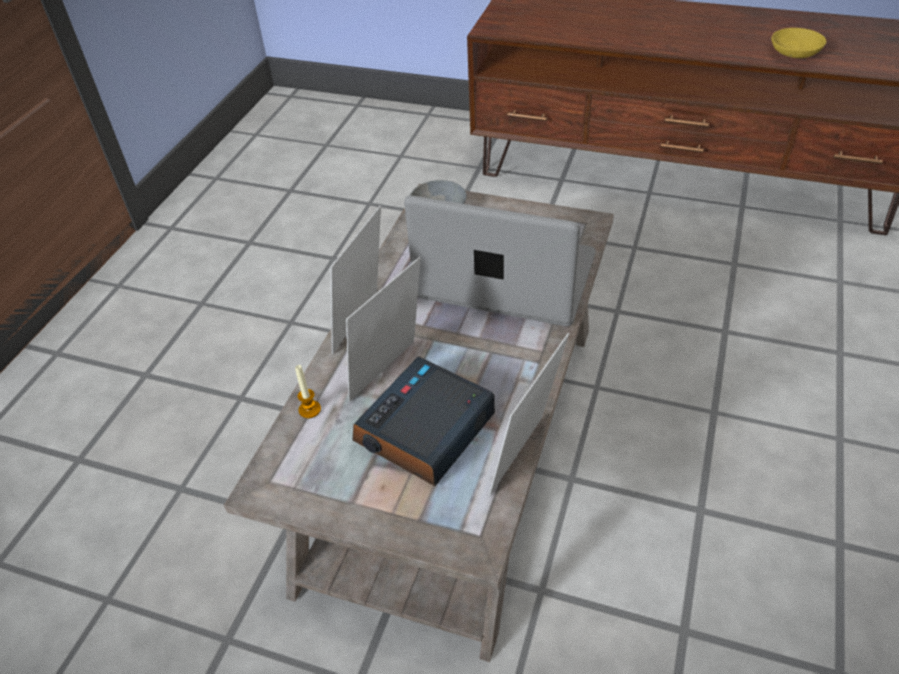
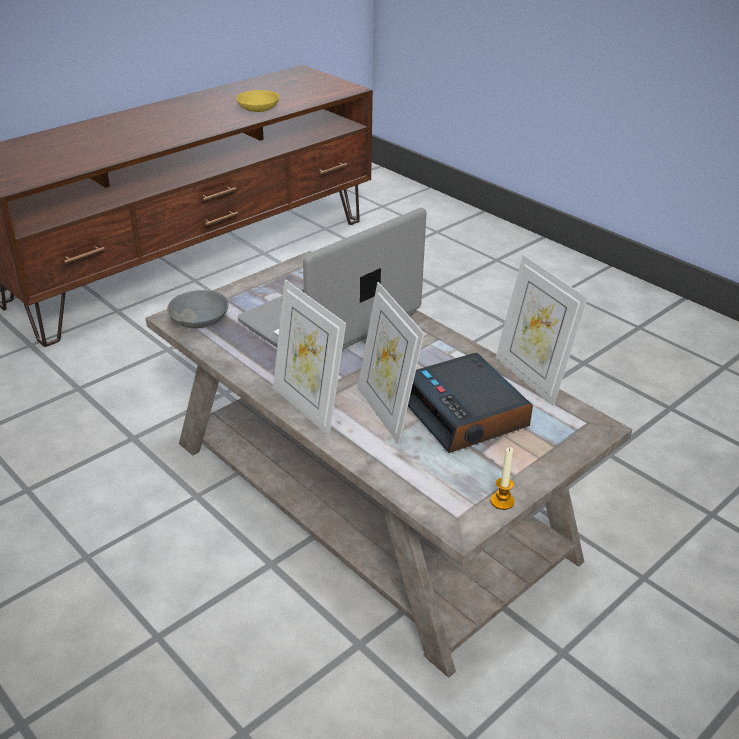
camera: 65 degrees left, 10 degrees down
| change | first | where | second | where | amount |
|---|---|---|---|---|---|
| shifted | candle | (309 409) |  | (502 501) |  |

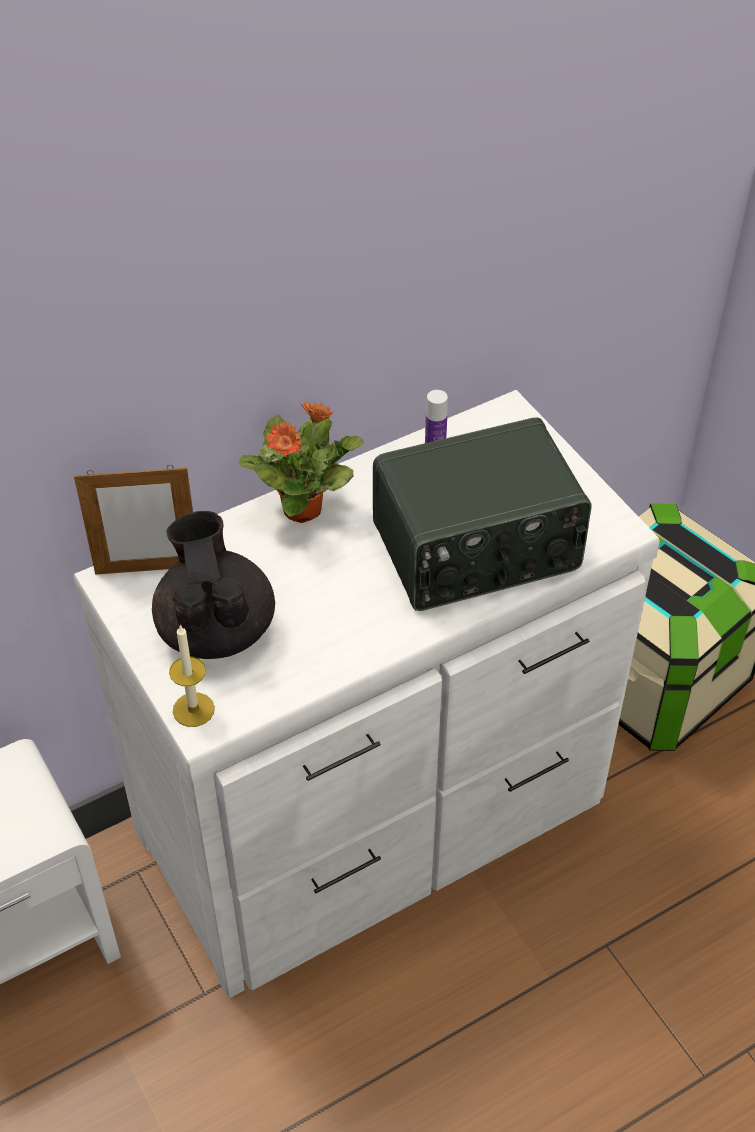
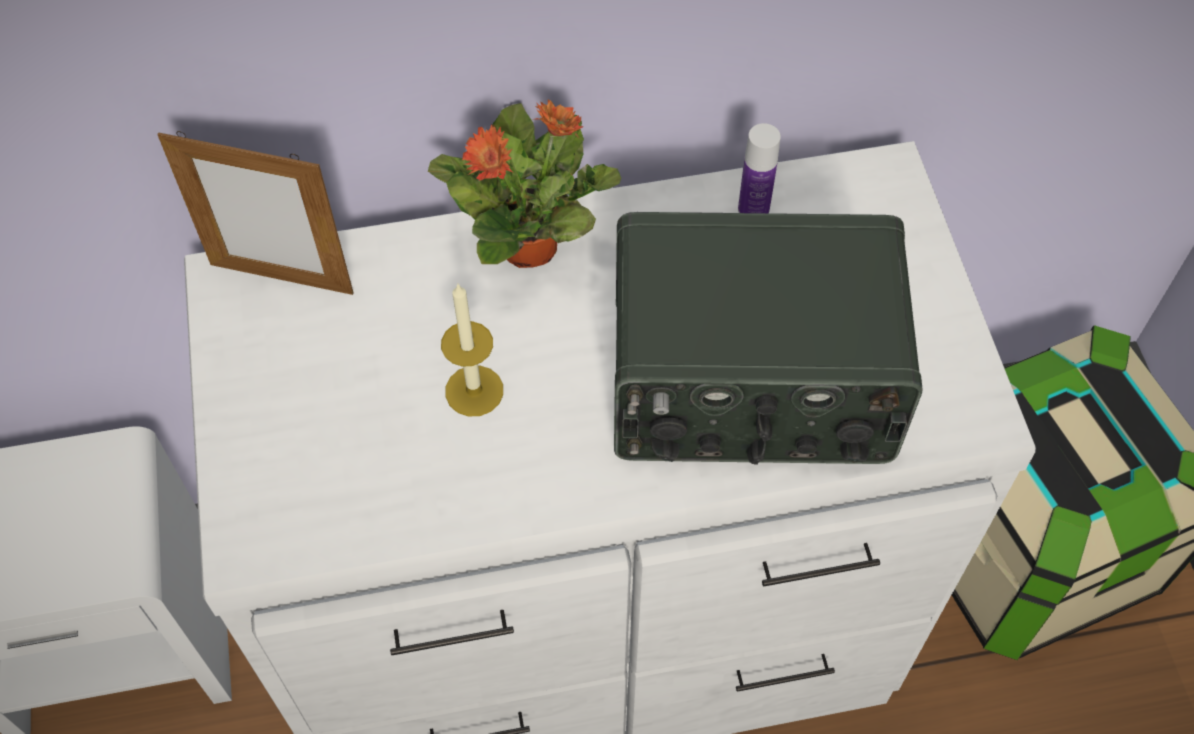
camera: 20 degrees right, 10 degrees up
| change | first | where | second | where | amount |
|---|---|---|---|---|---|
| gone | teapot (black) | (215 628) |  |  |  |
| shifted | candle | (193 709) |  | (474 391) |  |

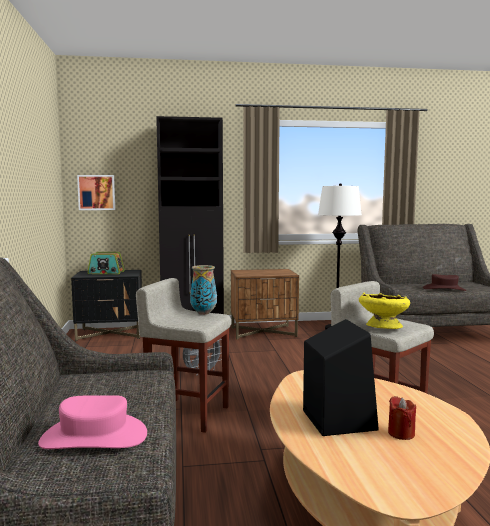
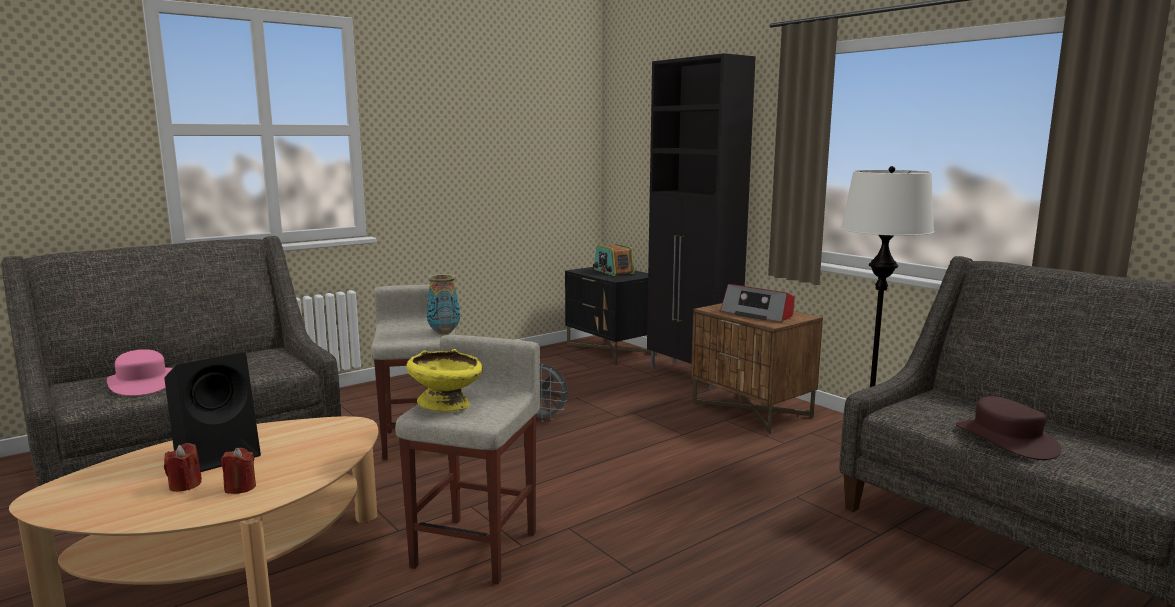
camera: 60 degrees right, 5 degrees up
| change | first | where | second | where | amount |
|---|---|---|---|---|---|
| gone | picture | (96 192) |  |  |  |
| new |  |  | candle (red) | (240 487) |  |
| new |  |  | radio | (758 314) |  |

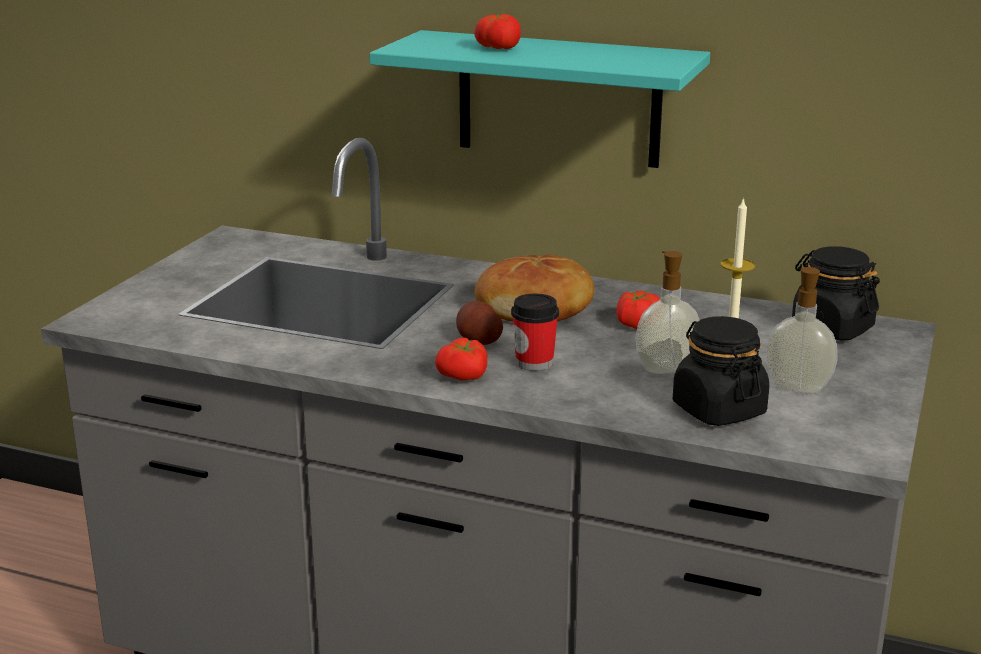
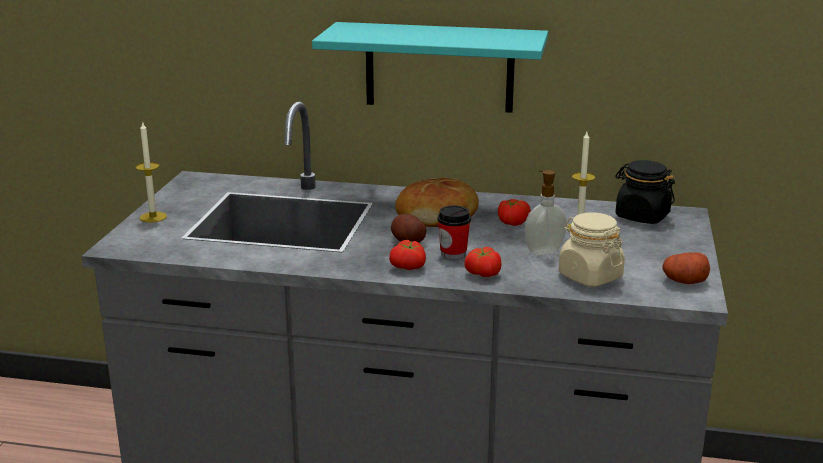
camera: 10 degrees left, 0 degrees up
| change | first | where | second | where | amount |
|---|---|---|---|---|---|
| shifted | tomato | (497 48) |  | (482 274) |  |
| repainted | jar (black) | (718 410) | jar (beige) | (589 276) |  |
| gone | soap dispenser | (798 387) |  |  |  |
| new |  |  | candle | (153 217) |  |
| new |  |  | potato | (684 281) |  |

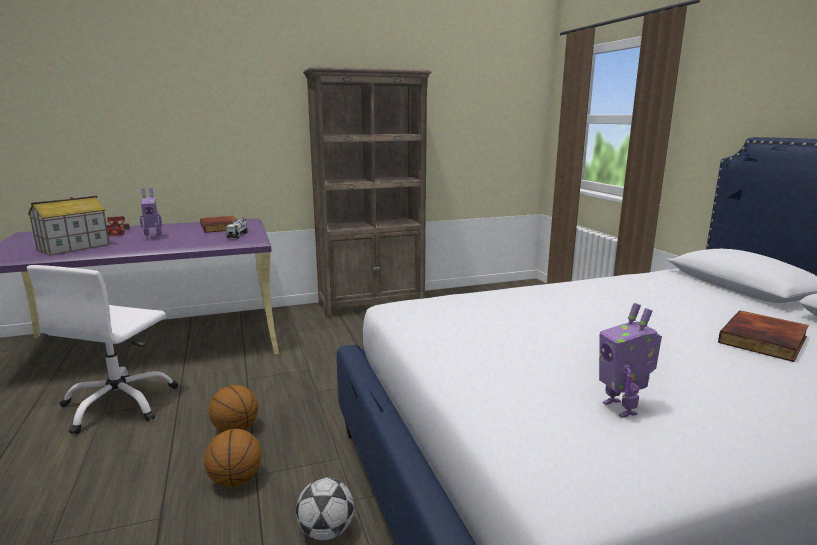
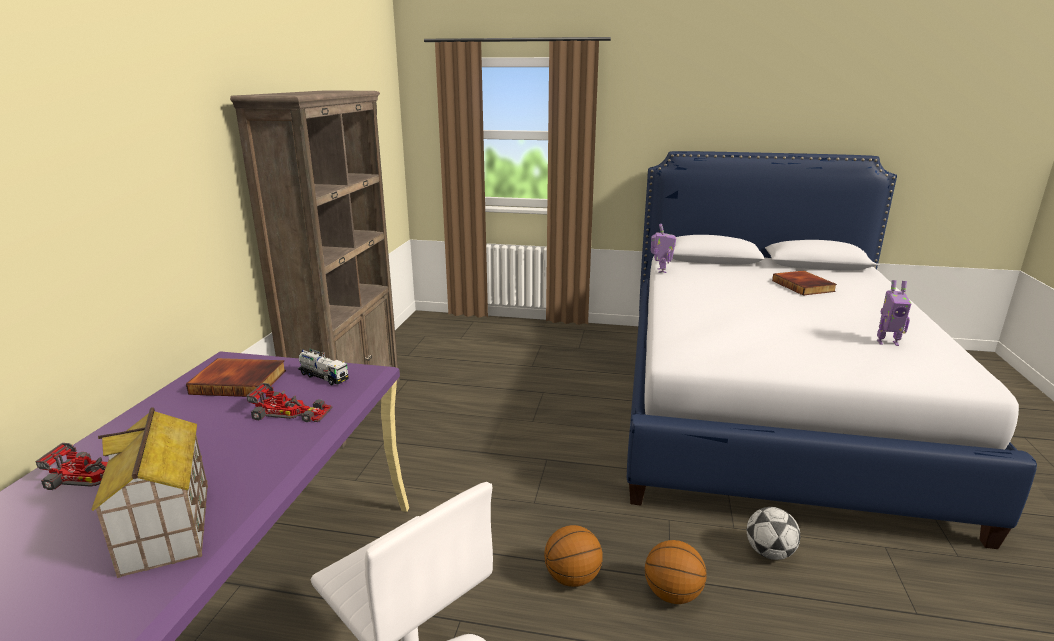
camera: 60 degrees left, 5 degrees up
| change | first | where | second | where | amount |
|---|---|---|---|---|---|
| shifted | toy robot | (153 237) |  | (660 270) |  |
| new |  |  | toy car | (291 412) |  |

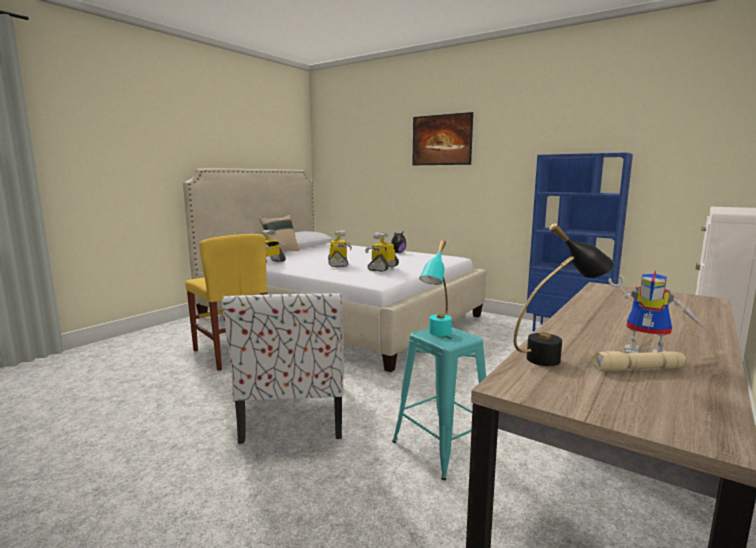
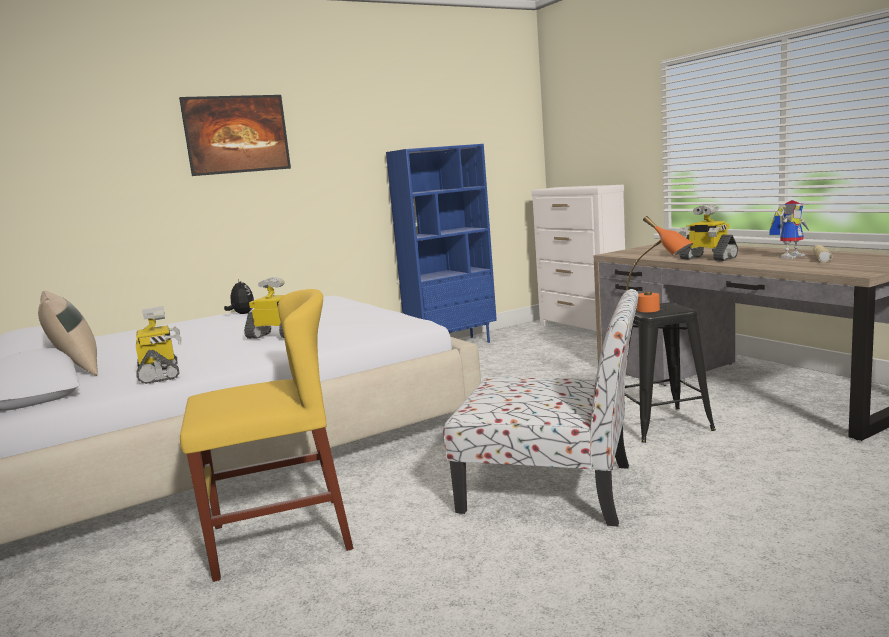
camera: 65 degrees left, 0 degrees up
| change | first | where | second | where | amount |
|---|---|---|---|---|---|
| shifted | toy robot | (382 268) |  | (707 258) |  |
| repainted | stool (turquoise) | (442 447) | stool (black) | (661 424) |  |
| repainted | table lamp (turquoise) | (437 335) | table lamp (orange) | (658 311) |  |
| gone | table lamp (black) | (557 357) |  |  |  |

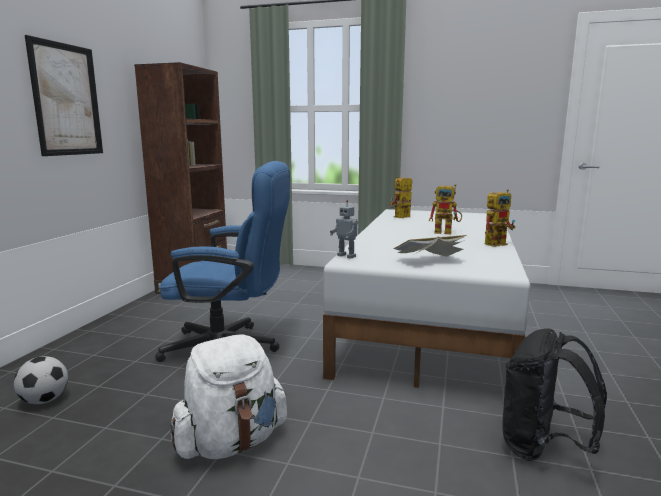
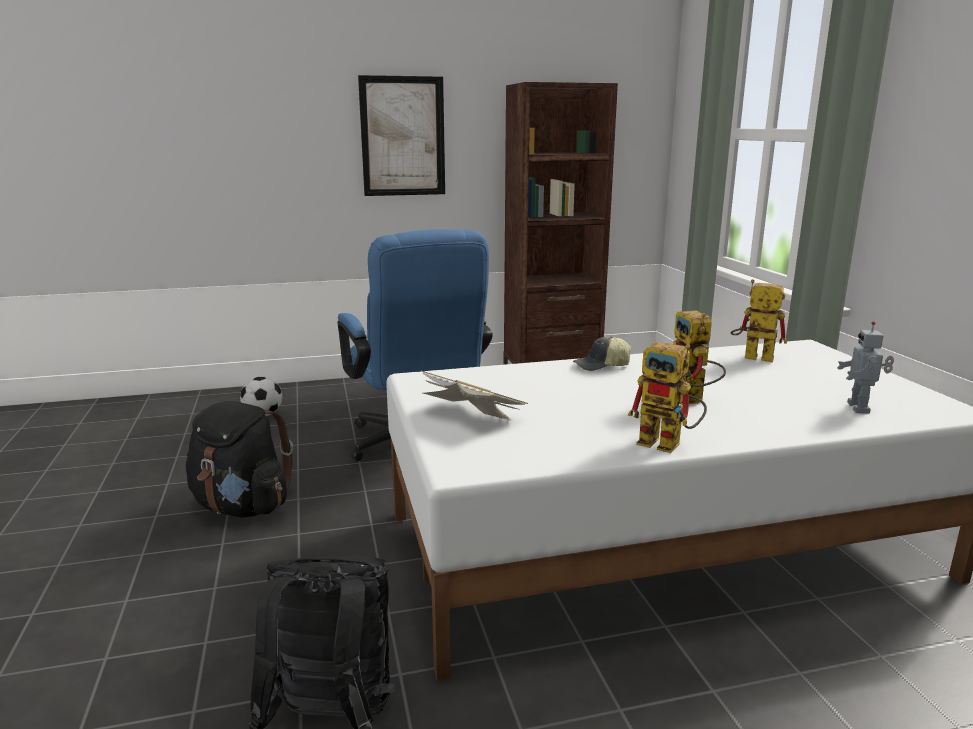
camera: 60 degrees right, 5 degrees up
| change | first | where | second | where | amount |
|---|---|---|---|---|---|
| repainted | backpack (white) | (232 442) | backpack (black) | (242 507) |  |
| shifted | toy robot | (347 256) |  | (860 408) |  |
| new |  |  | cap | (601 366) |  |

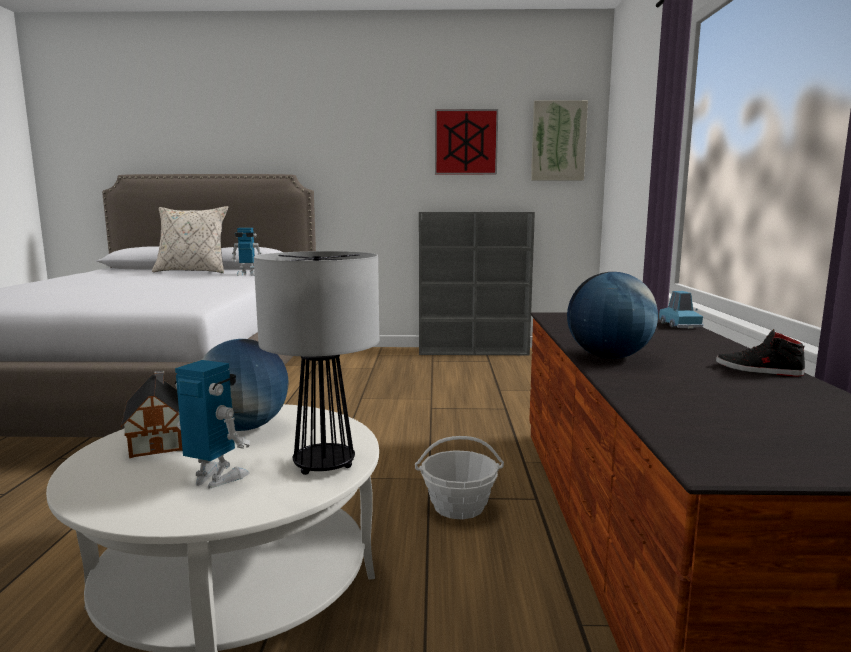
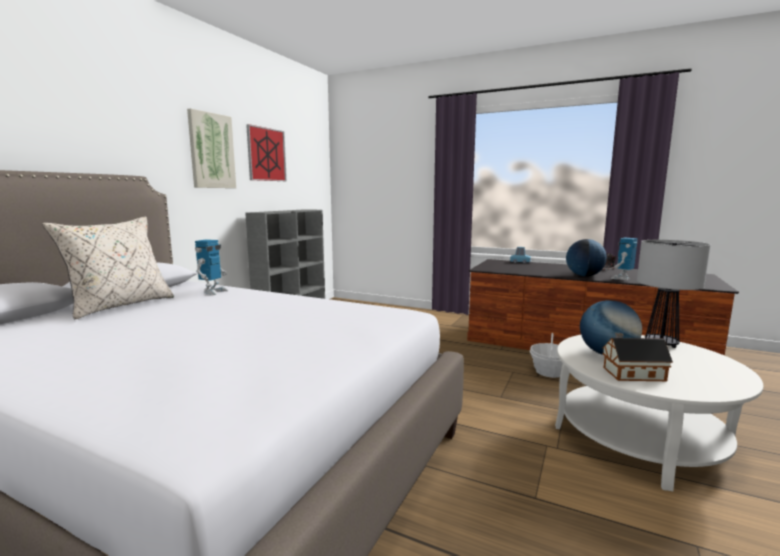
camera: 65 degrees left, 0 degrees up
| change | first | where | second | where | amount |
|---|---|---|---|---|---|
| shifted | toy robot | (216 479) |  | (622 278) |  |
| shifted | picture | (558 141) |  | (211 151) |  |

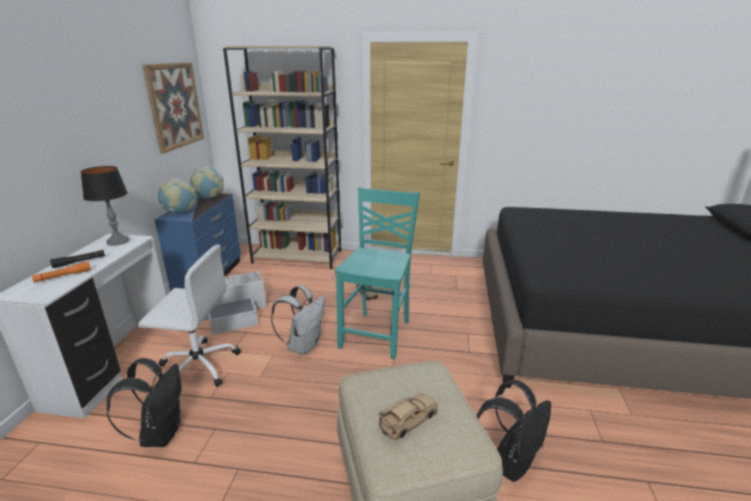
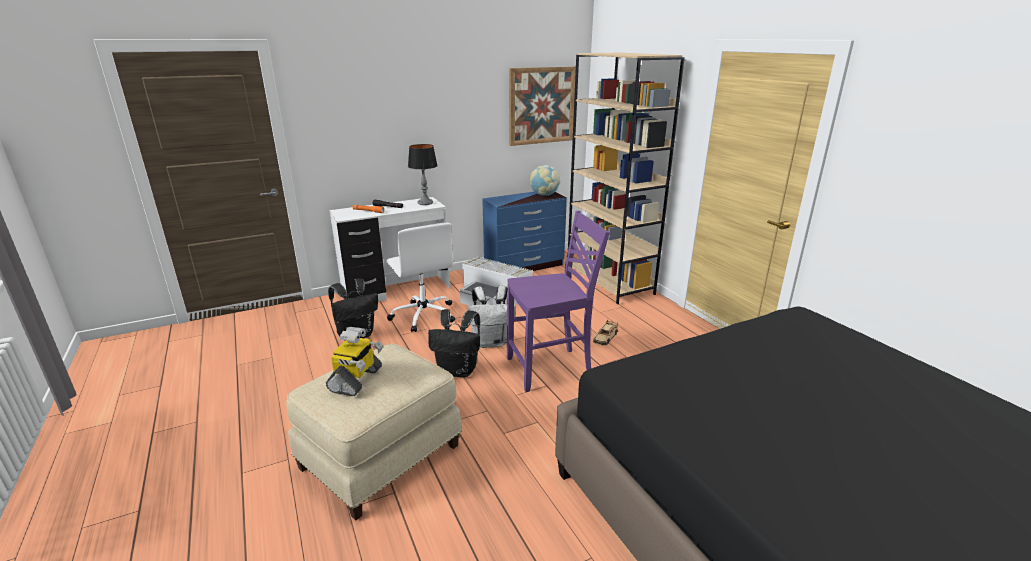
camera: 55 degrees right, 0 degrees up
| change | first | where | second | where | amount |
|---|---|---|---|---|---|
| gone | globe | (180 213) |  |  |  |
| repainted | chair (turquoise) | (377 334) | chair (purple) | (550 369) |  |
| swapped | toy car (beige) | (408 420) | toy robot | (356 380) |  |
| shifted | backpack (black) | (510 462) |  | (458 370) |  |

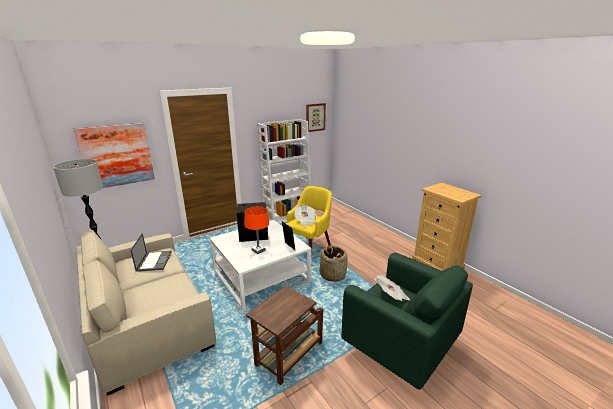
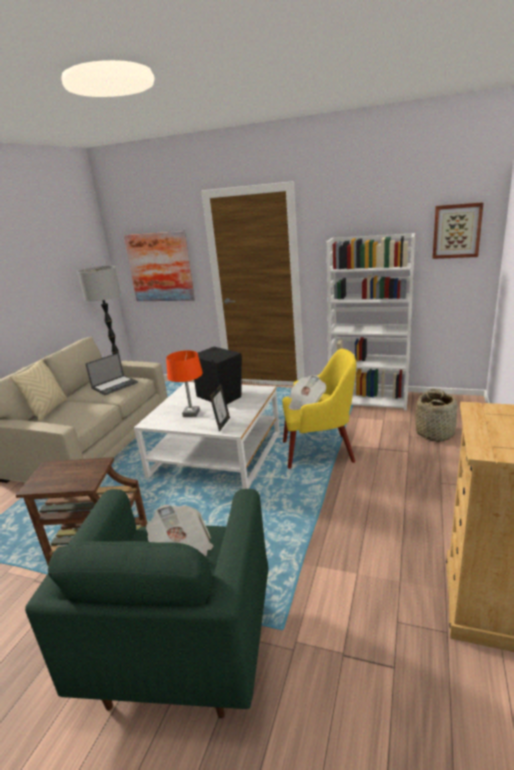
camera: 55 degrees right, 0 degrees up
| change | first | where | second | where | amount |
|---|---|---|---|---|---|
| shifted | basket | (332 275) |  | (435 433) |  |
| new |  |  | pillow (beige) | (48 410) |  |

